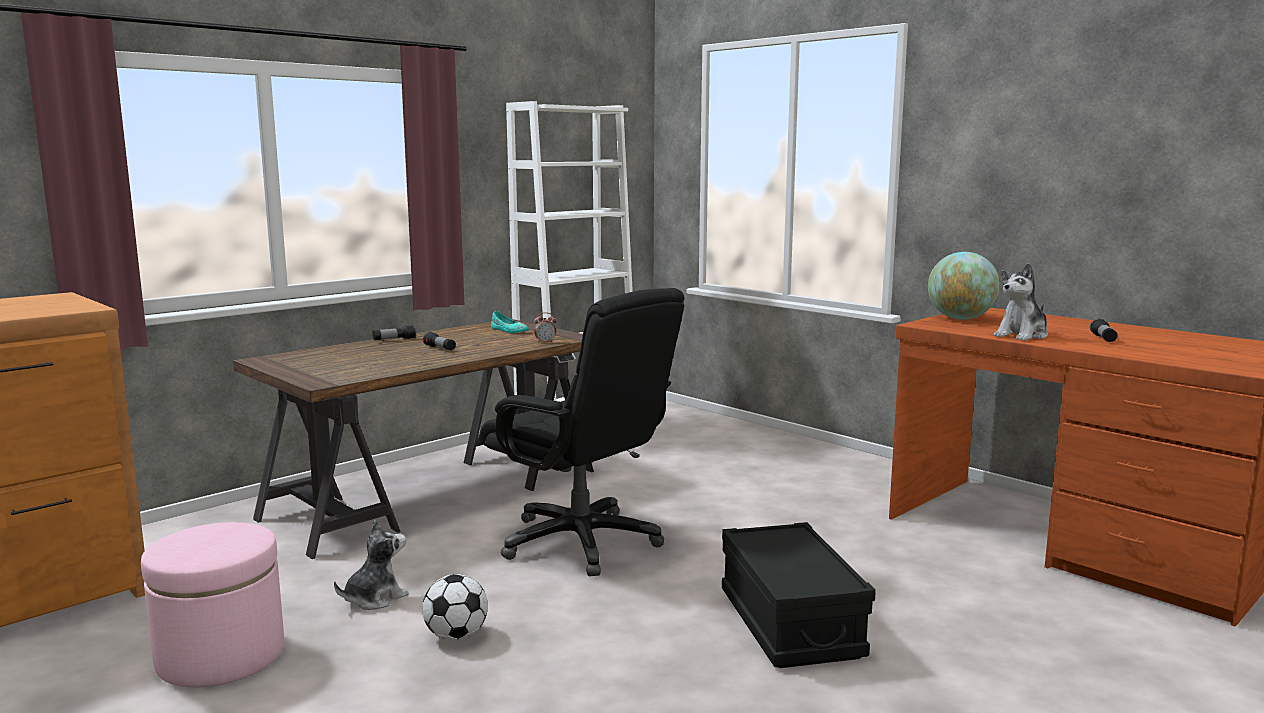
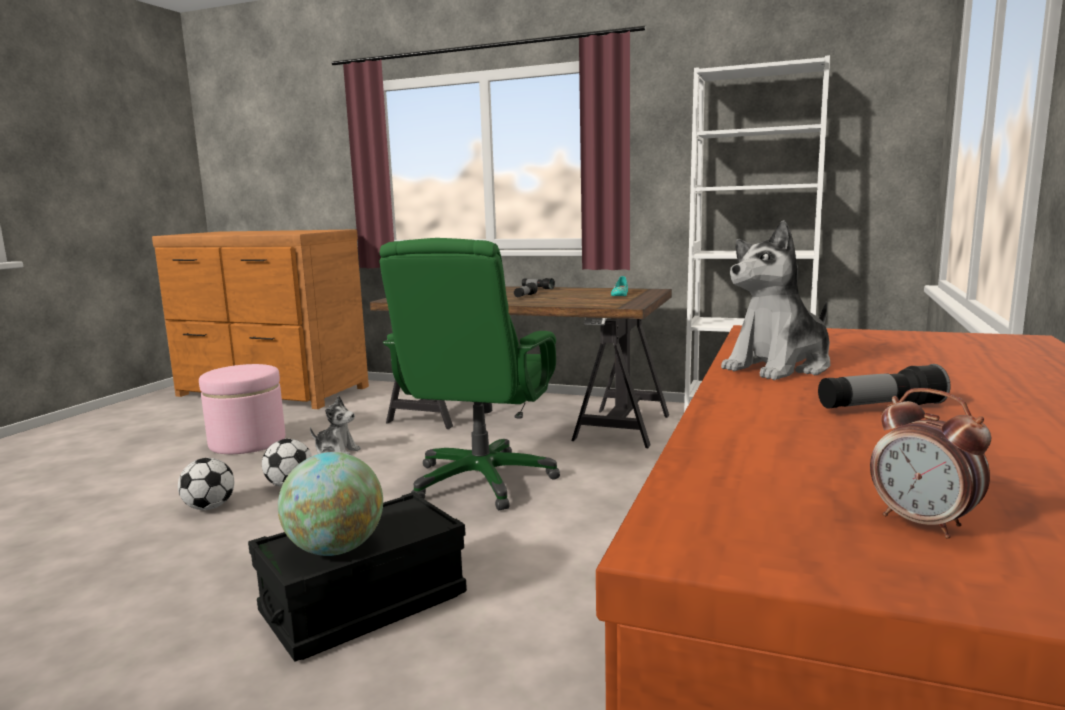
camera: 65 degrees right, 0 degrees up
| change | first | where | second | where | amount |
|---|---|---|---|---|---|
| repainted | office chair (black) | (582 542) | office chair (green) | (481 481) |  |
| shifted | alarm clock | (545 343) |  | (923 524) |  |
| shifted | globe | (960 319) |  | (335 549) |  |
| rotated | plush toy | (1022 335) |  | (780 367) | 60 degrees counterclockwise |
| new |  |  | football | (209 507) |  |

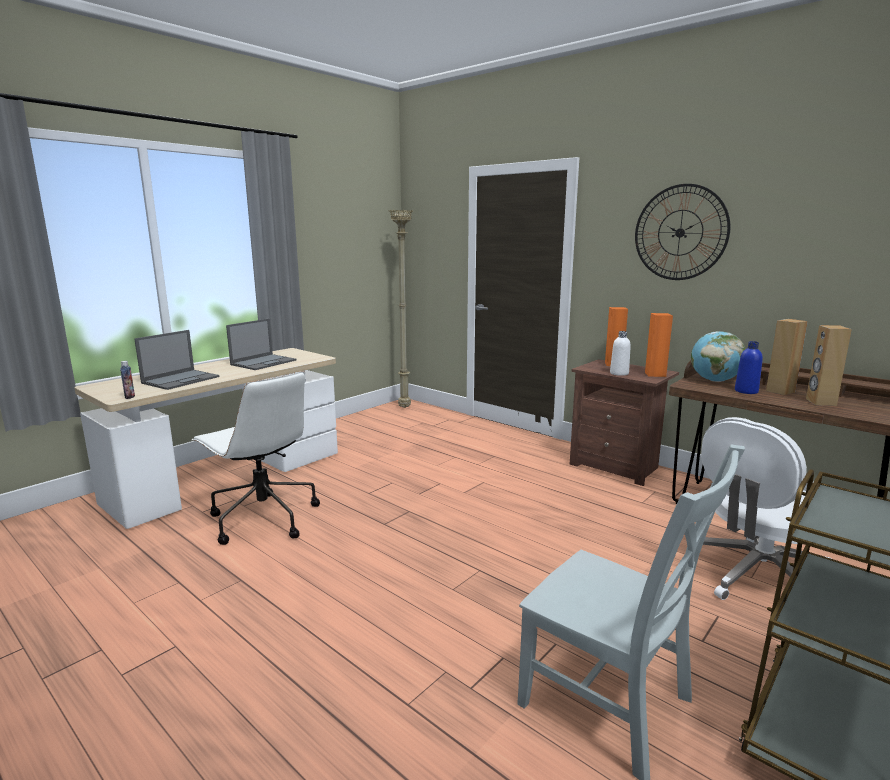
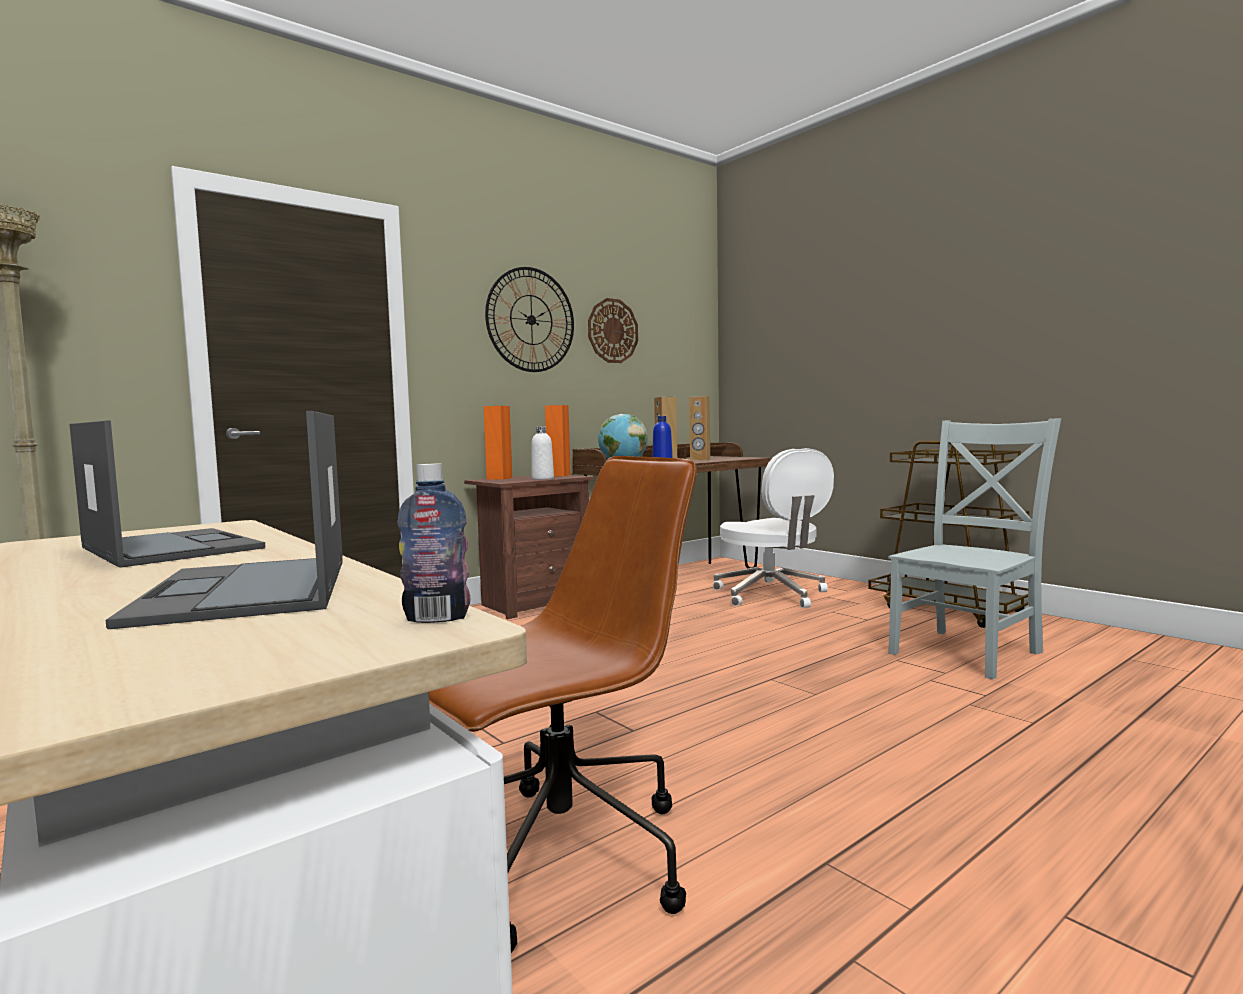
camera: 80 degrees left, 10 degrees down
| change | first | where | second | where | amount |
|---|---|---|---|---|---|
| rotated | laptop | (181 380) |  | (248 591) | 150 degrees counterclockwise |
| repainted | office chair (white) | (263 518) | office chair (brown) | (558 862) |  |
| new |  |  | wall clock | (612 331) |  |

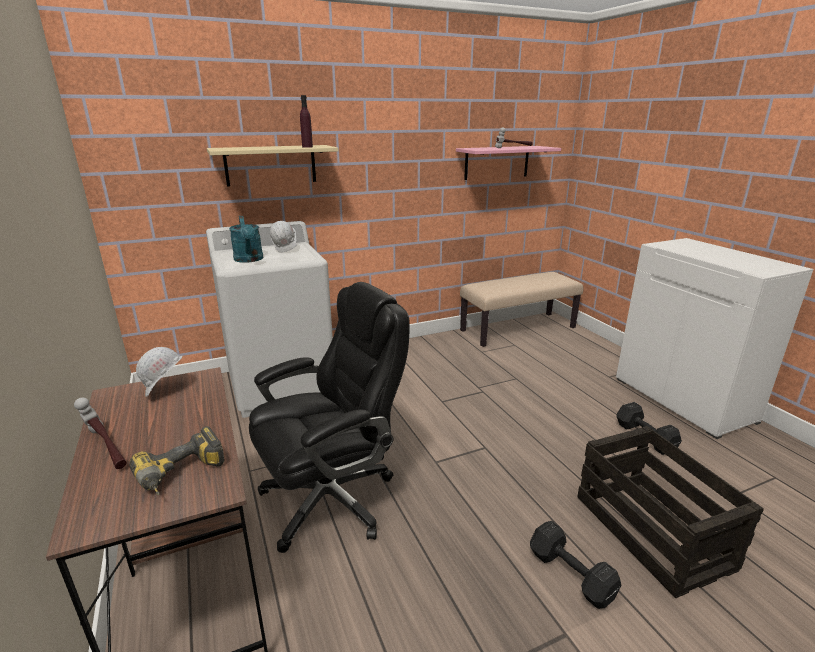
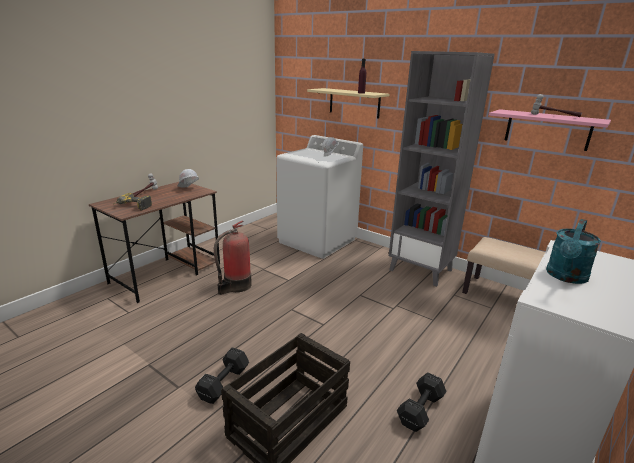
camera: 60 degrees right, 0 degrees up
| change | first | where | second | where | amount |
|---|---|---|---|---|---|
| shifted | watering can (turquoise) | (249 260) |  | (565 277) |  |
| swapped | office chair (black) | (331 498) | fire extinguisher | (236 286) |  |
| new |  |  | bookcase (grey) | (421 270) |  |

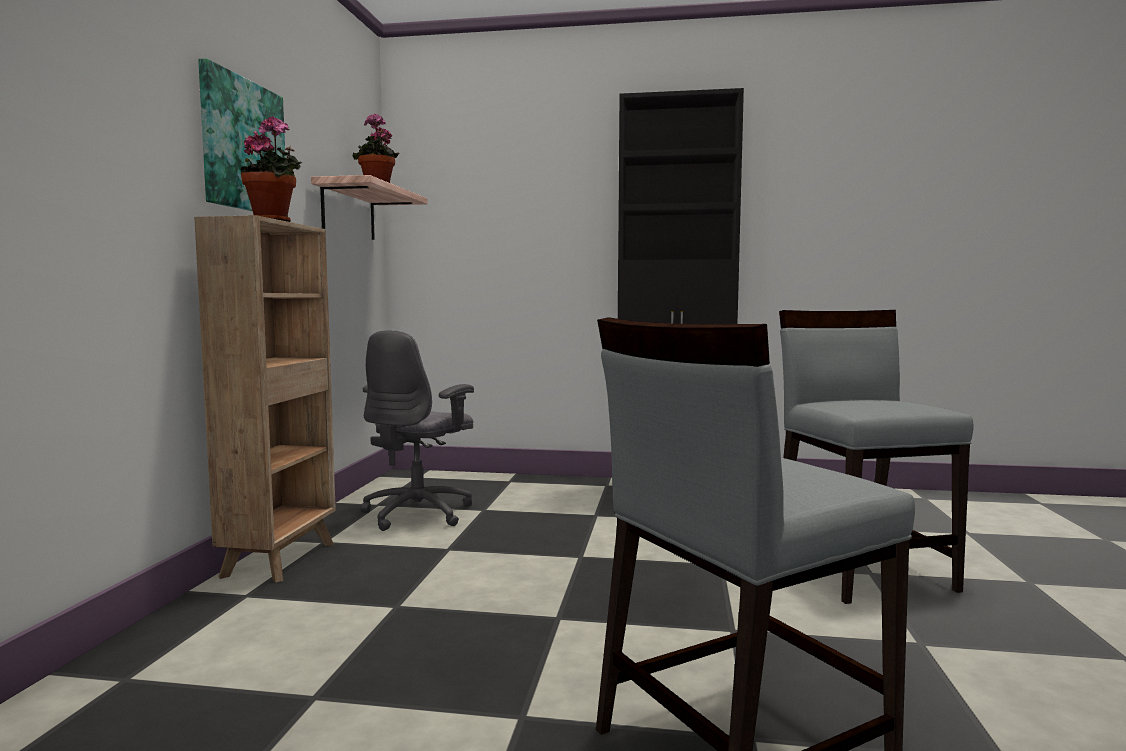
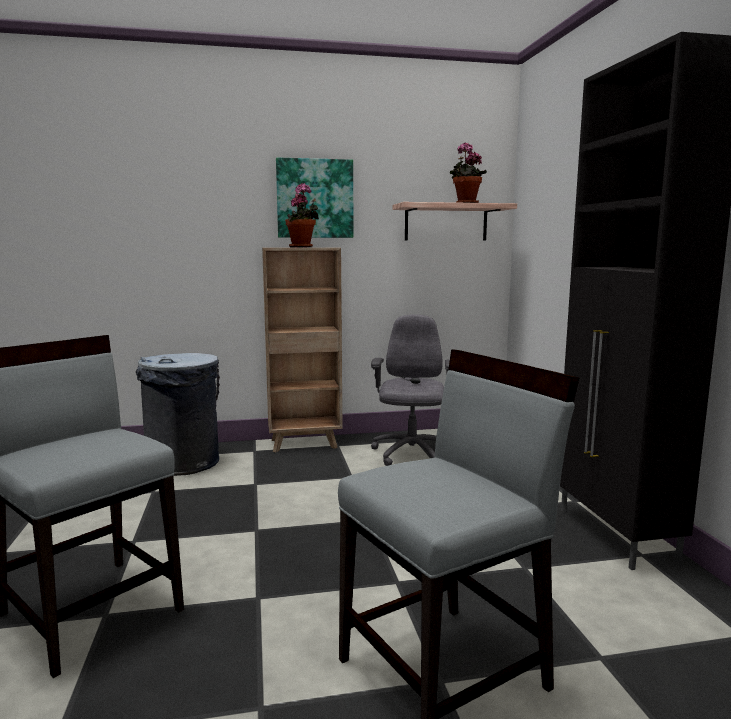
camera: 70 degrees right, 5 degrees up
| change | first | where | second | where | amount |
|---|---|---|---|---|---|
| rotated | office chair (grey) | (419 513) |  | (411 454) | 90 degrees clockwise |
| new |  |  | trash can (grey) | (184 463) |  |

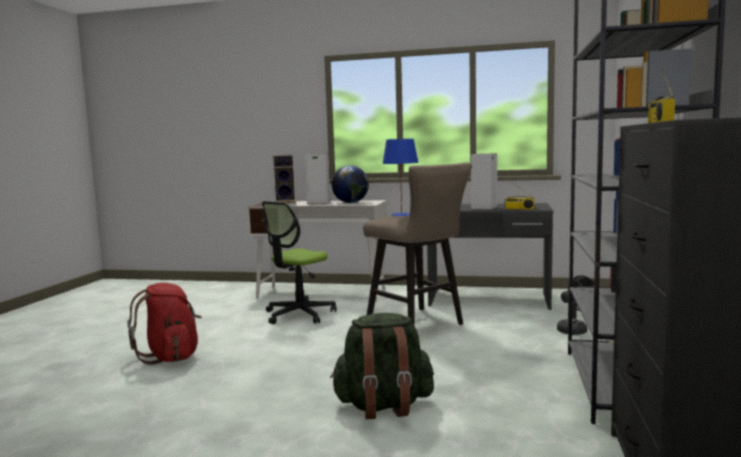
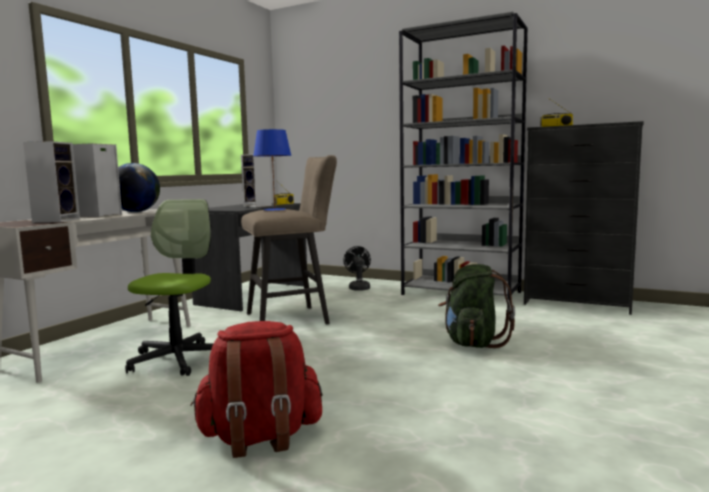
camera: 75 degrees left, 0 degrees up
| change | first | where | second | where | amount |
|---|---|---|---|---|---|
| rotated | office chair | (299 314) |  | (178 359) | 135 degrees counterclockwise |

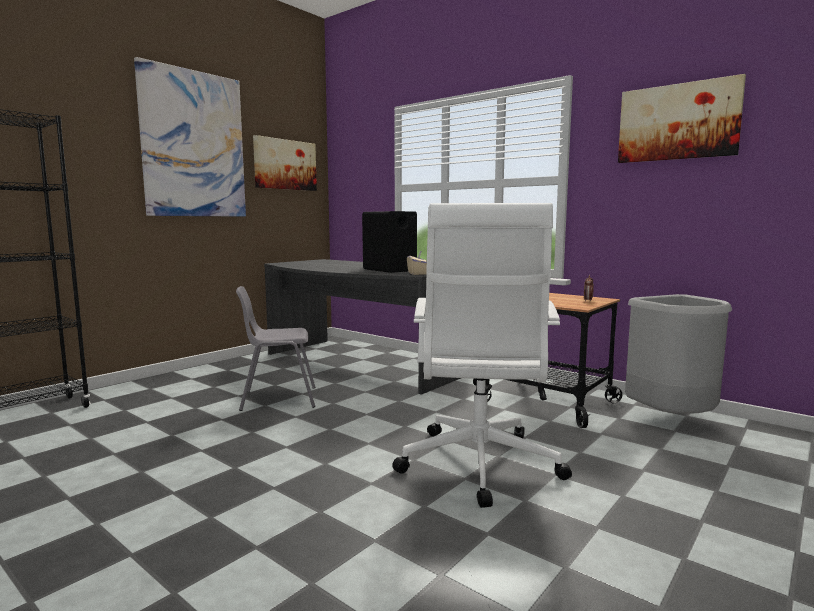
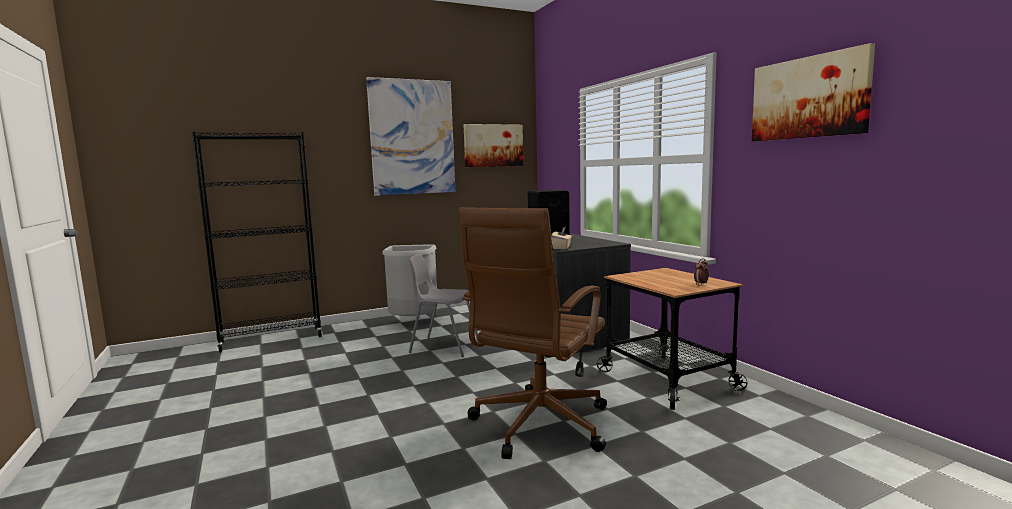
camera: 25 degrees right, 0 degrees up
| change | first | where | second | where | amount |
|---|---|---|---|---|---|
| repainted | office chair (white) | (478 466) | office chair (brown) | (538 426) |  |
| shifted | trash can (grey) | (672 420) |  | (413 322) |  |

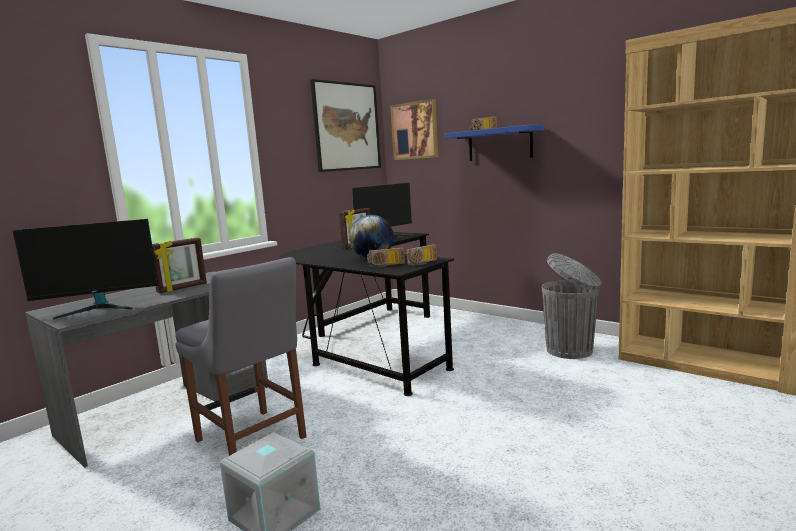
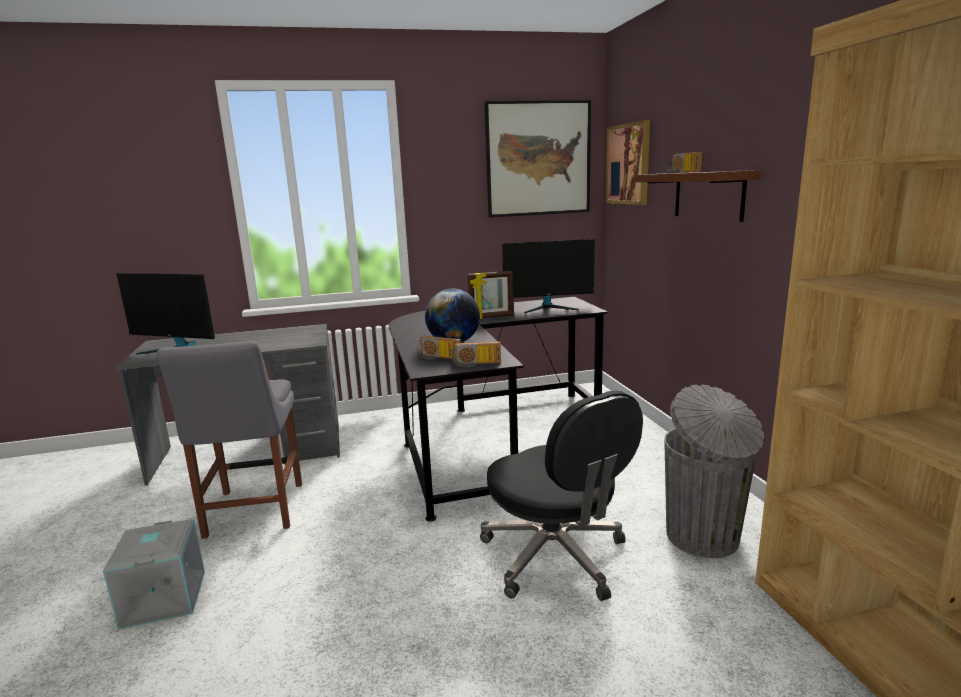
camera: 35 degrees right, 5 degrees up
| change | first | where | second | where | amount |
|---|---|---|---|---|---|
| gone | picture frame | (182 288) |  |  |  |
| repainted | shelf (blue) | (499 144) | shelf (brown) | (708 195) |  |
| new |  |  | office chair (black) | (556 557) |  |

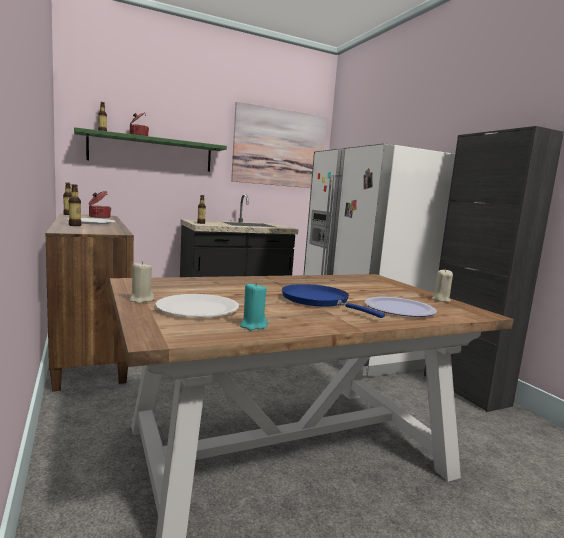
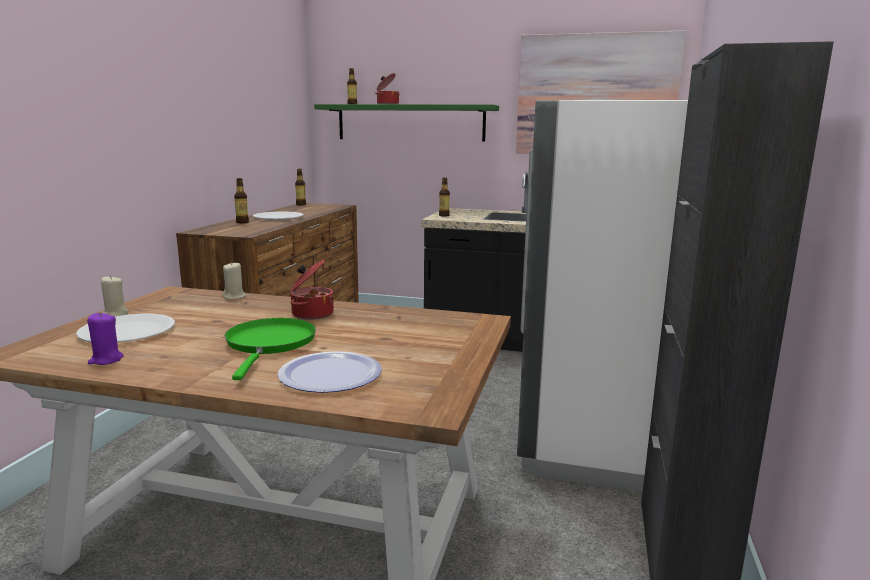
camera: 40 degrees right, 5 degrees up
| change | first | where | second | where | amount |
|---|---|---|---|---|---|
| shifted | cooking pot | (99 217) |  | (311 314) |  |
| repainted | candle (turquoise) | (253 326) | candle (purple) | (106 360) |  |
| repainted | frying pan (blue) | (318 301) | frying pan (green) | (270 344) |  |
| shifted | candle (beige) | (440 300) |  | (234 297) |  |

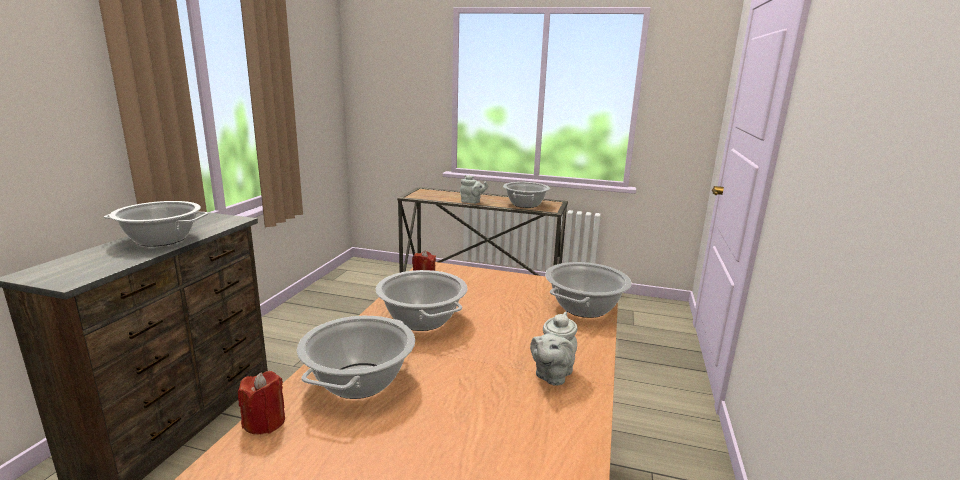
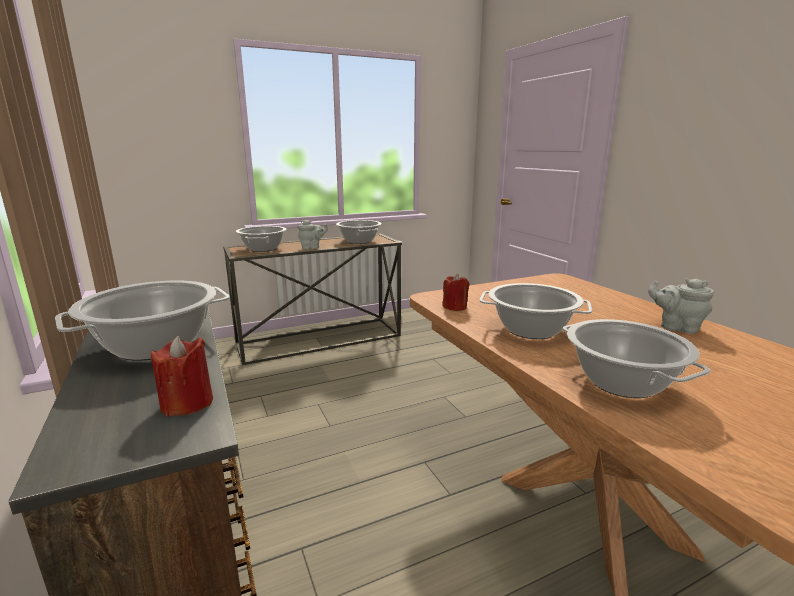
camera: 40 degrees left, 0 degrees up
| change | first | where | second | where | amount |
|---|---|---|---|---|---|
| shifted | candle (red) | (265 422) |  | (187 403) |  |
| rotated | teapot (grey) | (552 375) |  | (676 327) | 135 degrees clockwise |
| shifted | cooking pot | (584 308) |  | (263 249) |  |

